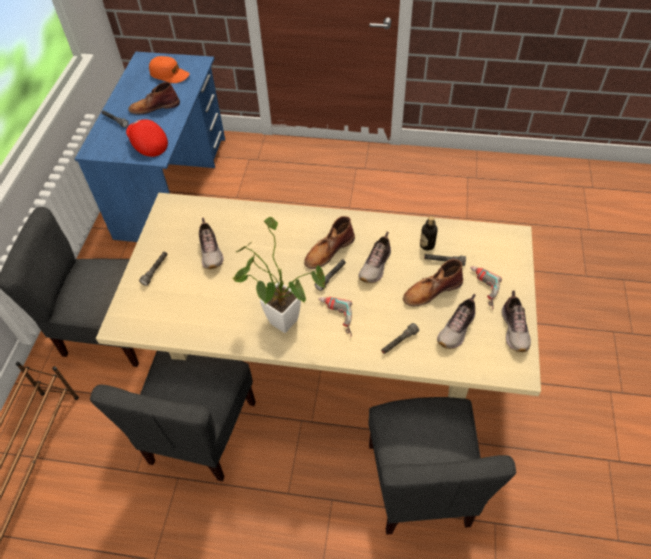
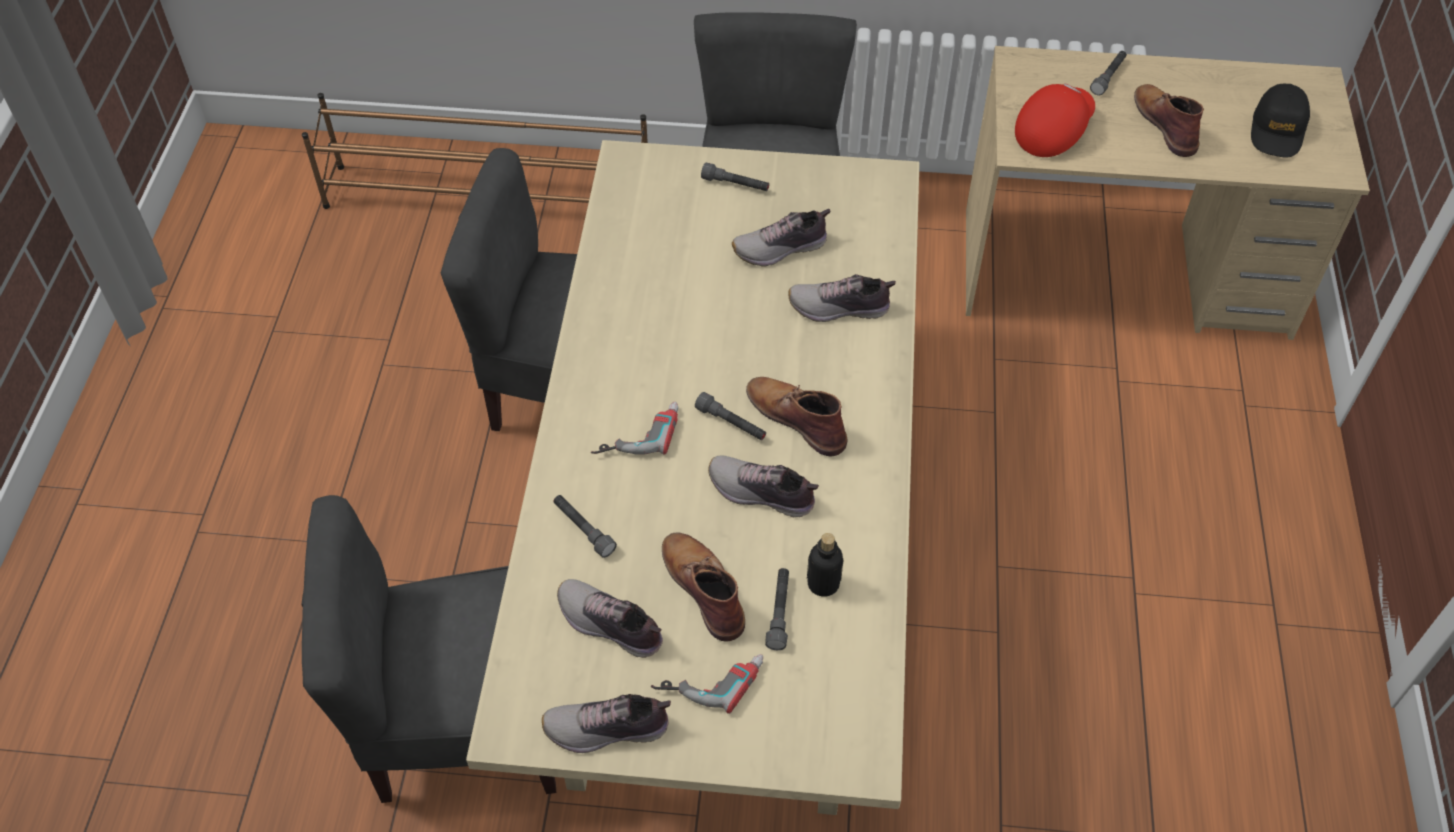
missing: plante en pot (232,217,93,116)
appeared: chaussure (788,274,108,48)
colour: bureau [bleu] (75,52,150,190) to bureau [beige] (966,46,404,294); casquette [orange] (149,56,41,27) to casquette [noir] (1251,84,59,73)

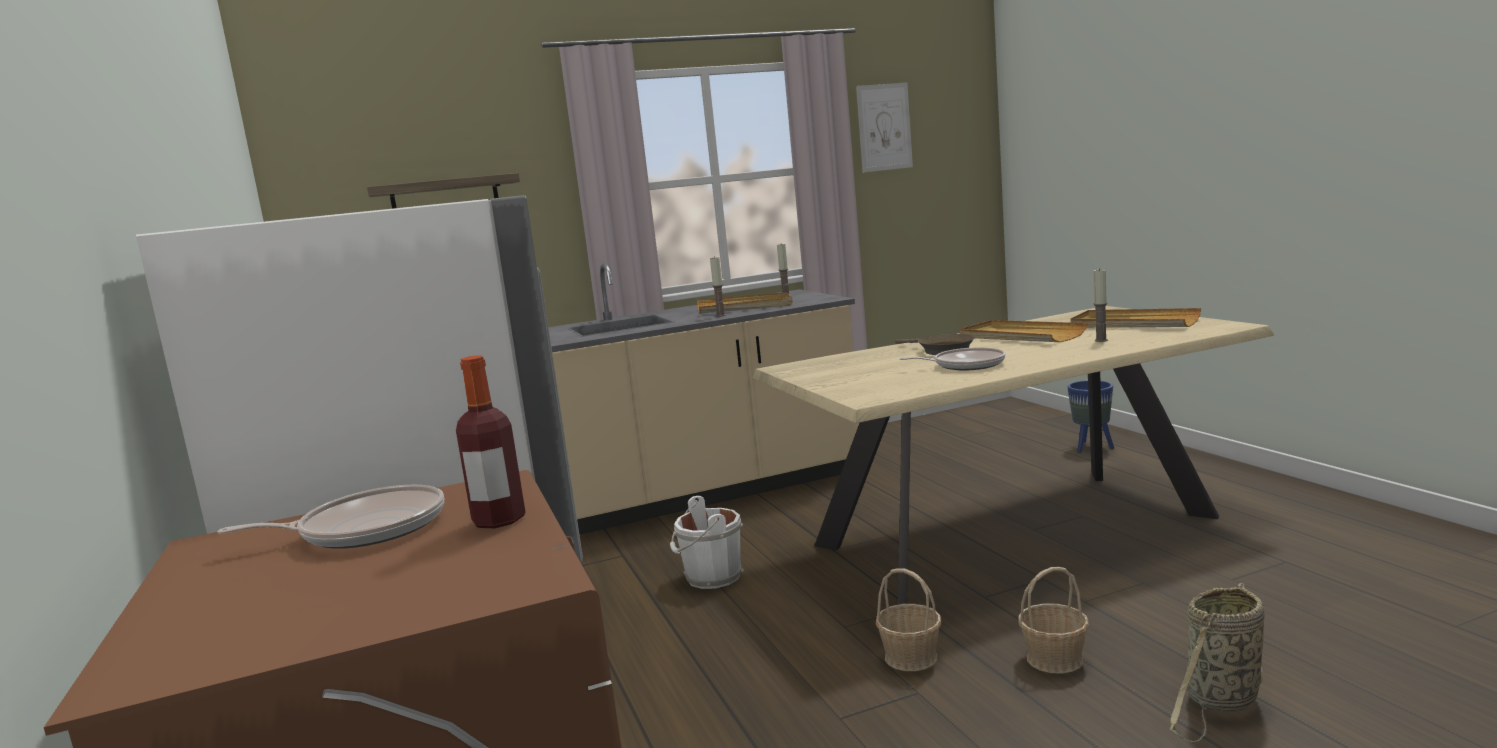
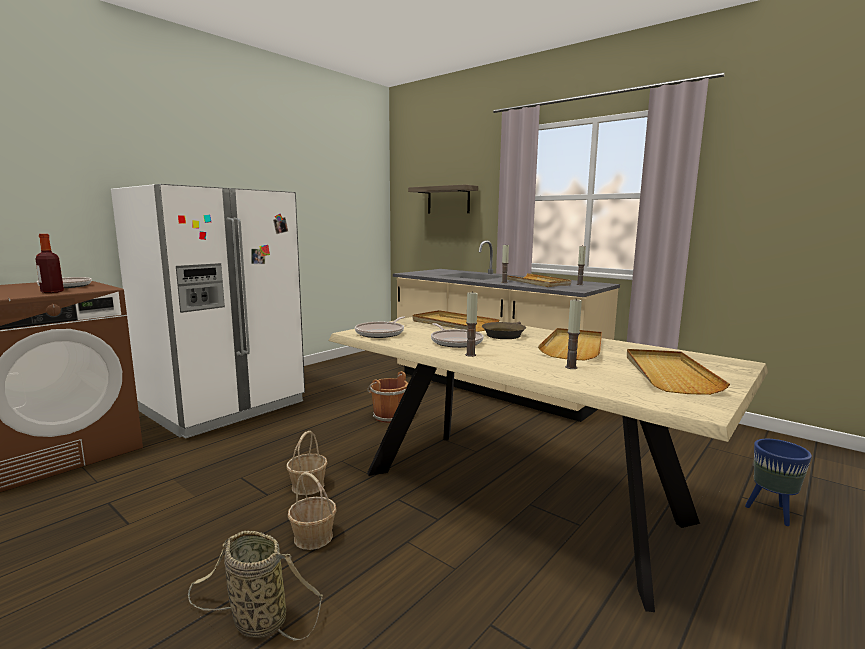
missing: tableau (856,83,57,89)
appeared: poêle (355,316,50,22); plateau [beige] (413,310,87,22); bougie (465,291,13,66)
colour: seau [blanc] (670,496,74,93) to seau [marron] (367,371,41,52)

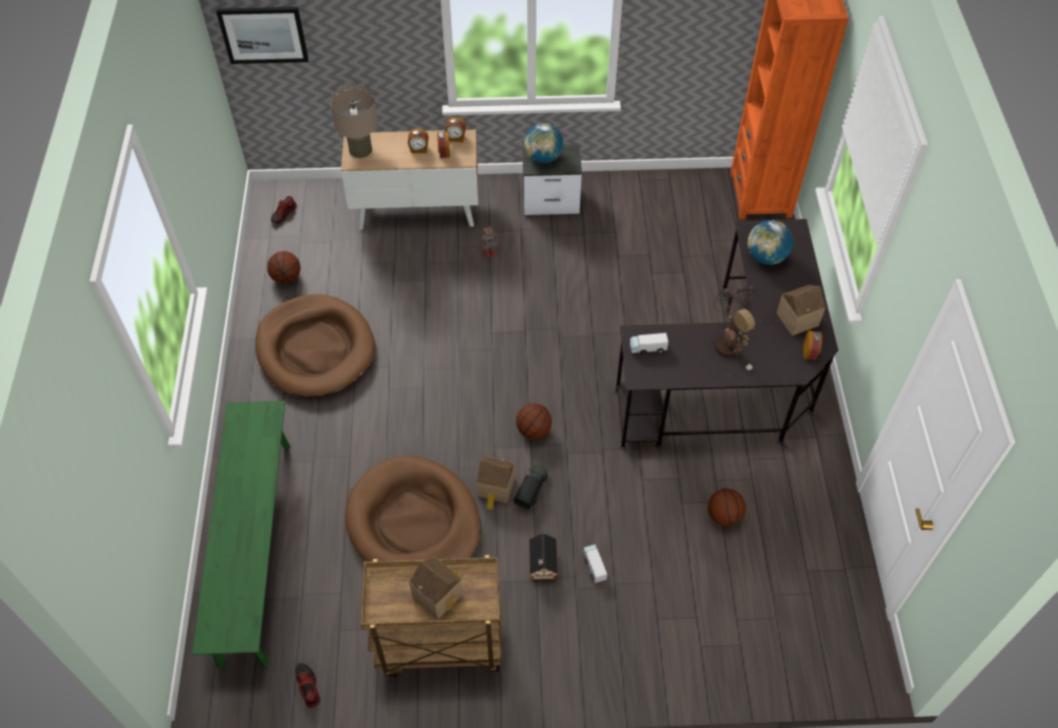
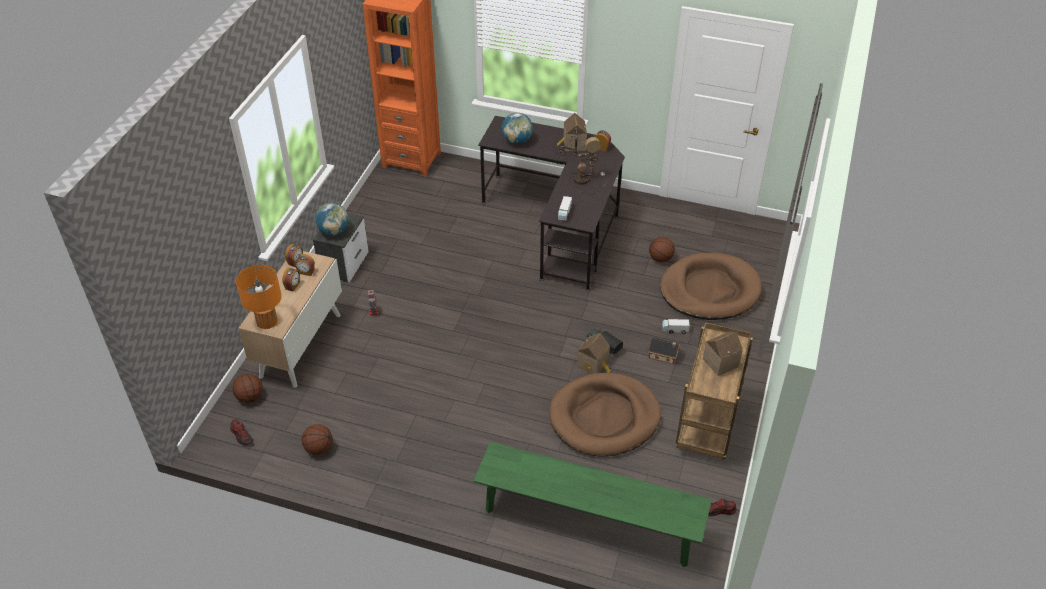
missing: tableau (216,7,93,57)
relocated: ballon de basket (516,403,36,36) to (232,373,31,30); panier pour chien [marron] (255,294,120,103) to (660,253,102,67)
colour: lampe de table [beige] (330,85,48,73) to lampe de table [orange] (236,265,46,64)

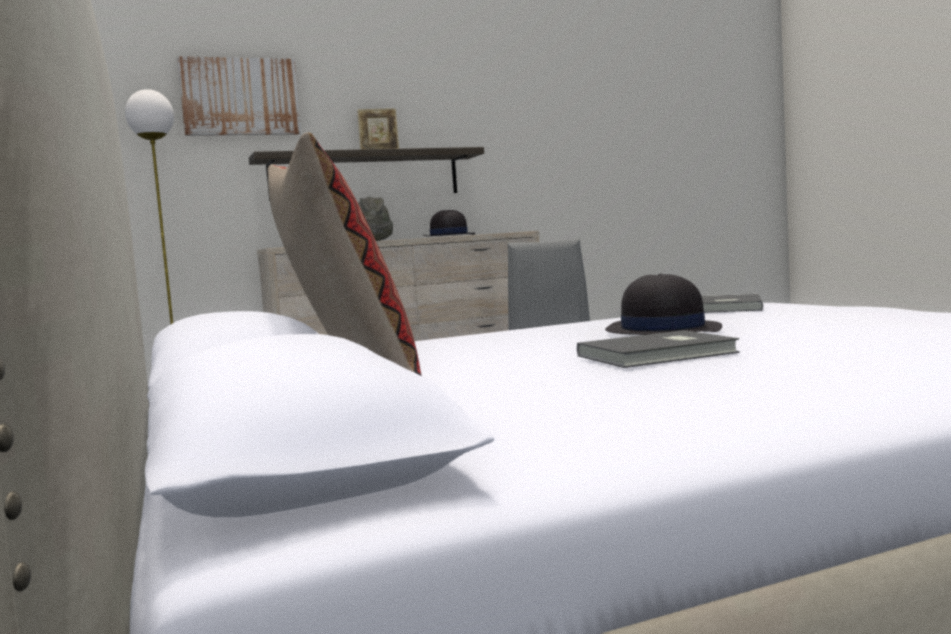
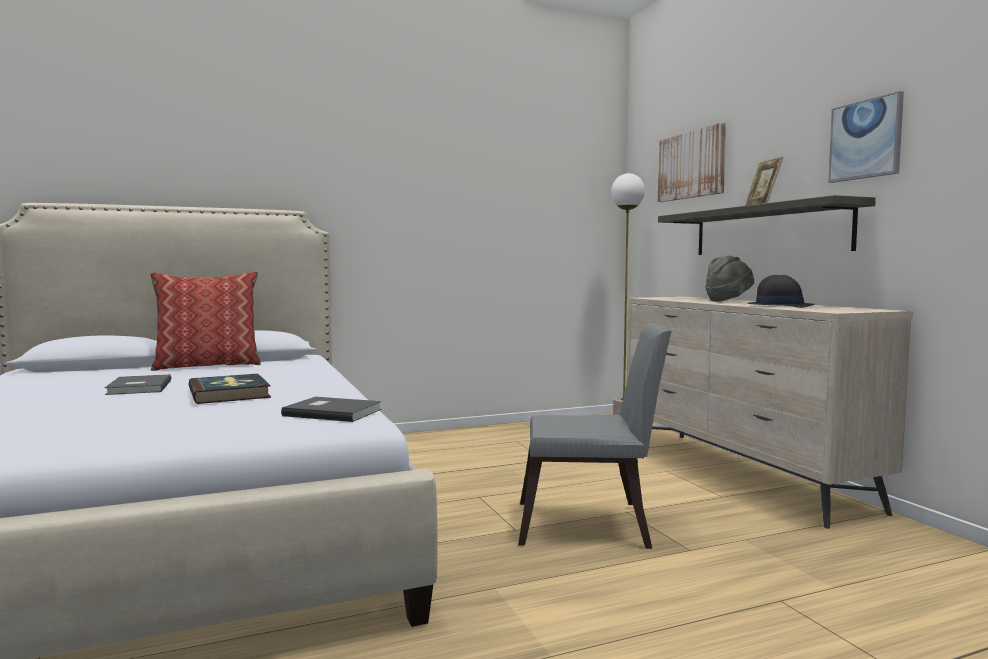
appeared: tableau (828,91,76,92)
exchanged: chapeau [noir] (605,274,117,61) to livre (188,374,83,30)

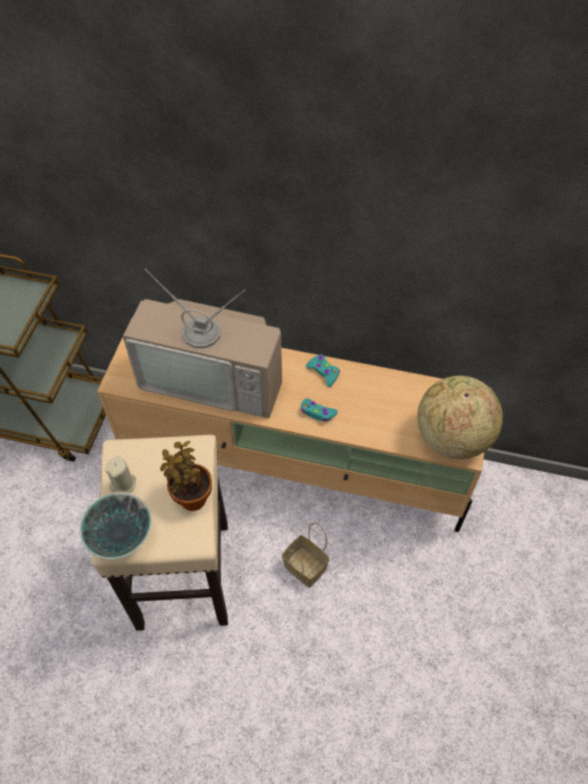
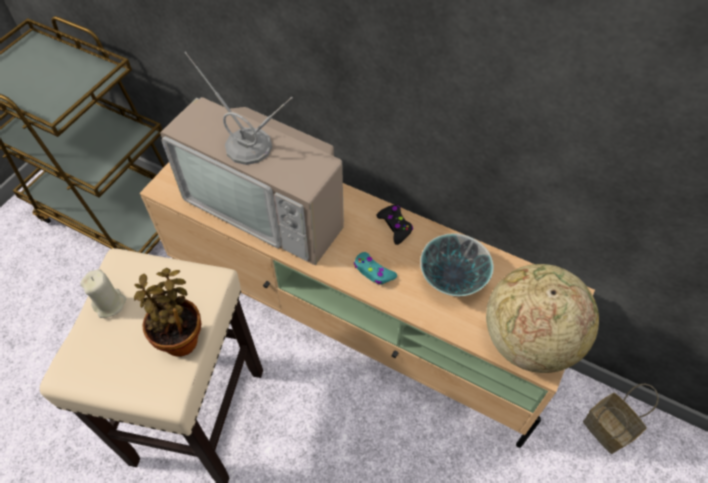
relocated: bol (80,492,72,67) to (420,233,74,63); panier (282,522,47,66) to (583,384,76,70)
colour: manette [turquoise] (306,354,34,33) to manette [noir] (376,205,37,40)

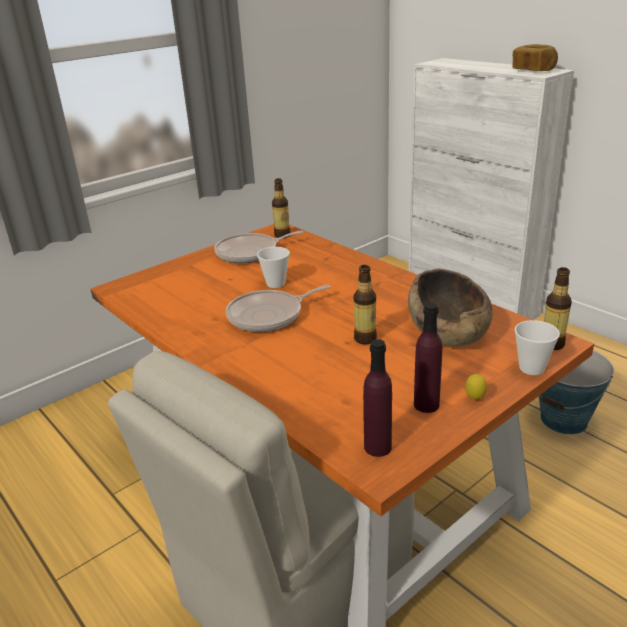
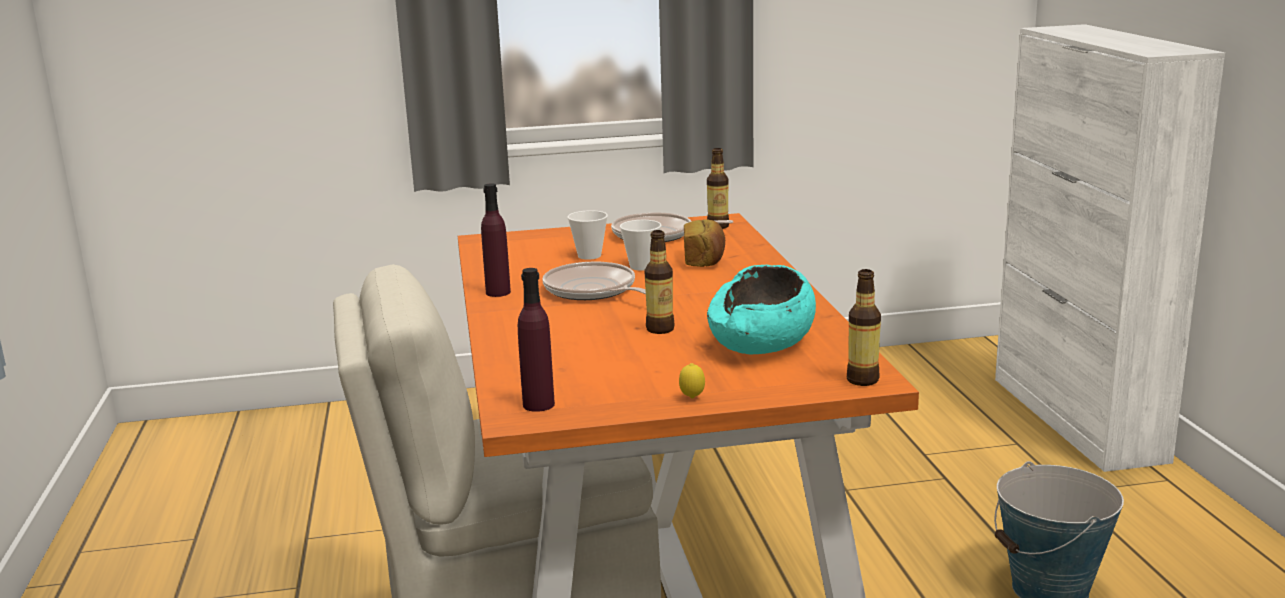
relocated: bouteille [violet] (414,303,28,110) to (481,183,30,114); tasse (515,320,45,55) to (567,210,41,50); pain (512,44,46,27) to (684,219,41,48)
colour: bol [marron] (408,269,85,77) to bol [turquoise] (707,265,109,89)
spun: poêle (226,285,104,47) = (542,262,104,38) 45 degrees clockwise

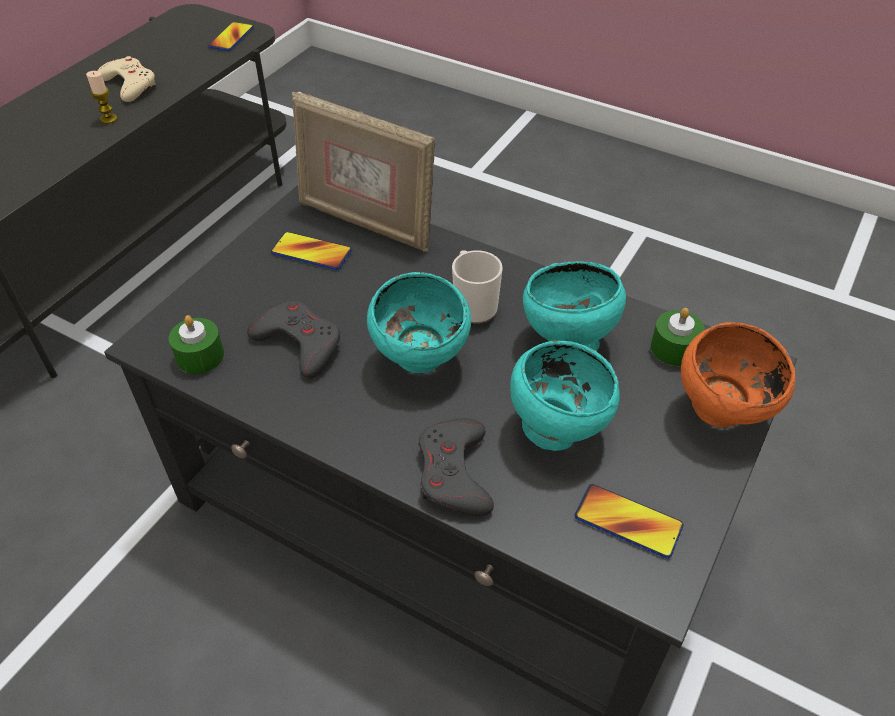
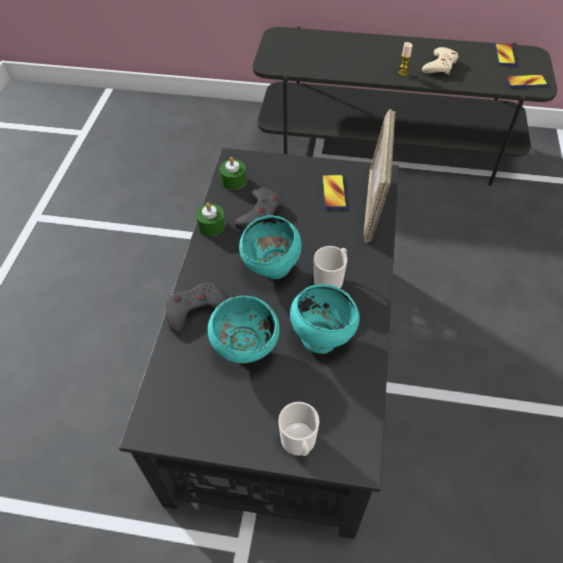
relocated: bougie [vert] (651,308,54,58) to (196,202,29,35); téléphone (575,484,109,75) to (495,43,21,22)
exchanged: bol [orange] (681,322,114,106) to mug (278,402,41,54)

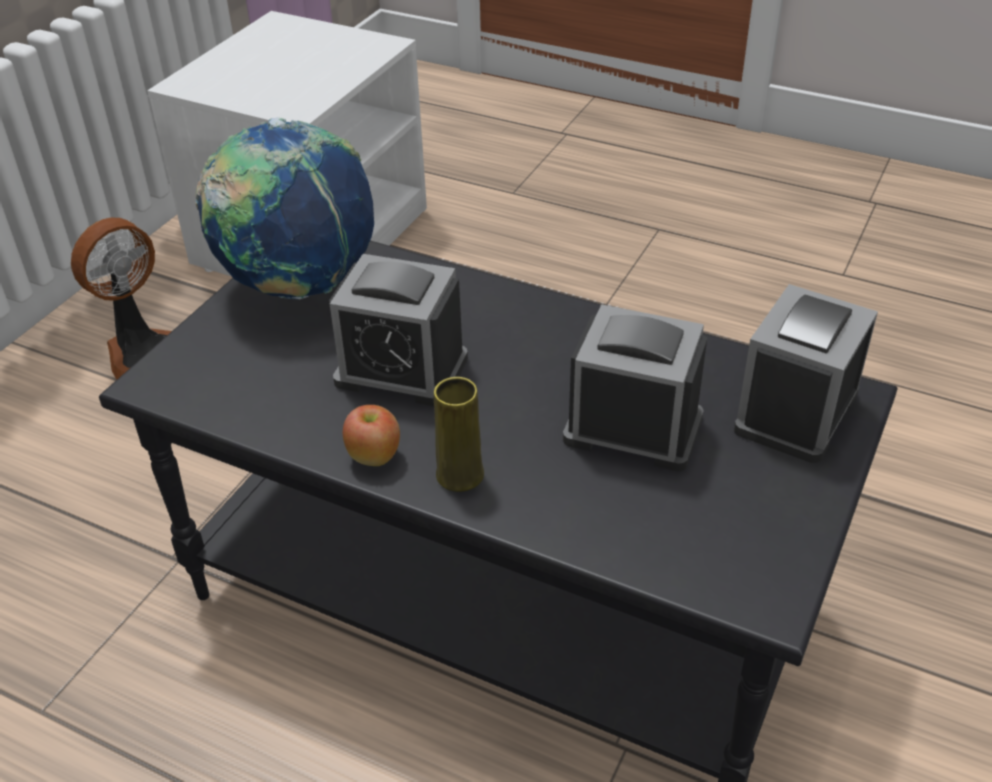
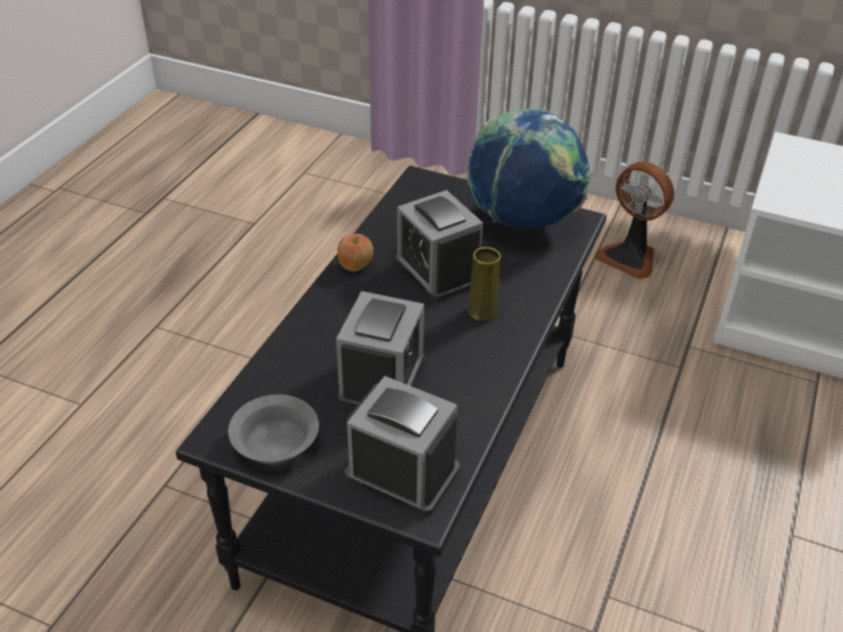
appeared: bol [gris] (228,394,91,71)
relocated: vase [jaune] (434,377,50,115) to (467,247,34,74)
spun: réveil (329,254,139,152) = (396,190,87,112) 45 degrees counterclockwise

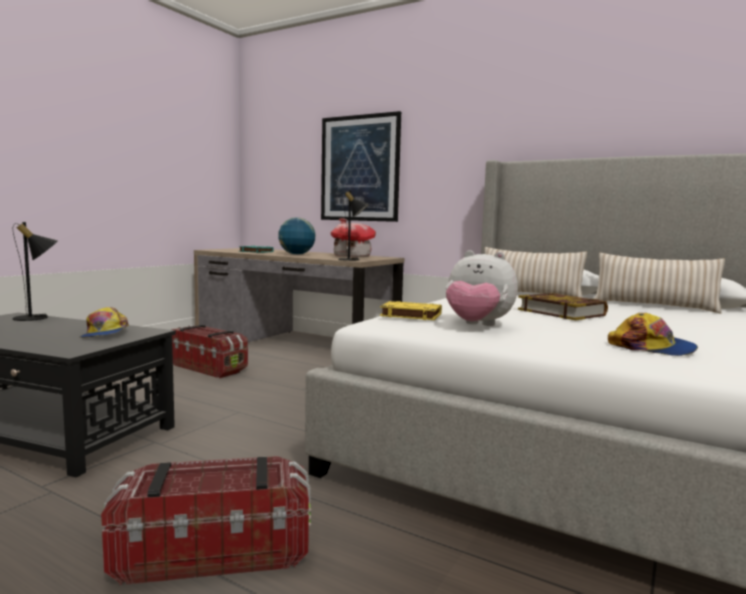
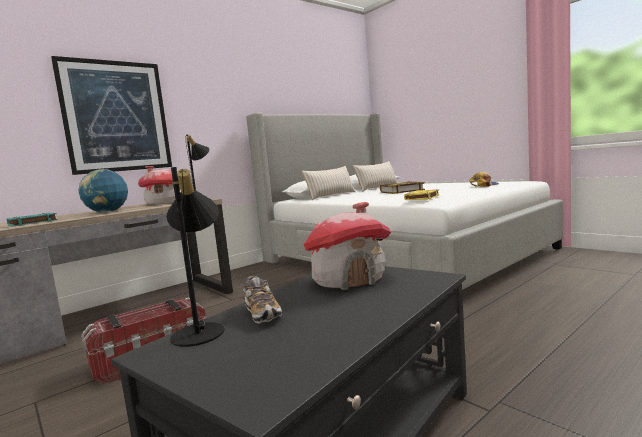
missing: boîte de rangement (101,456,210,129); peluche (446,250,72,76)
appeared: chaussure (243,276,39,48)
exchanged: casquette (79,307,50,31) to maison miniature (304,202,87,88)

